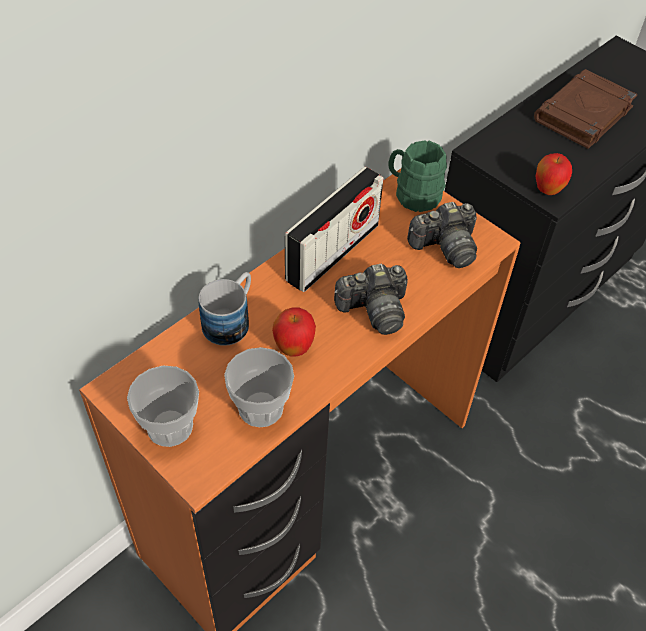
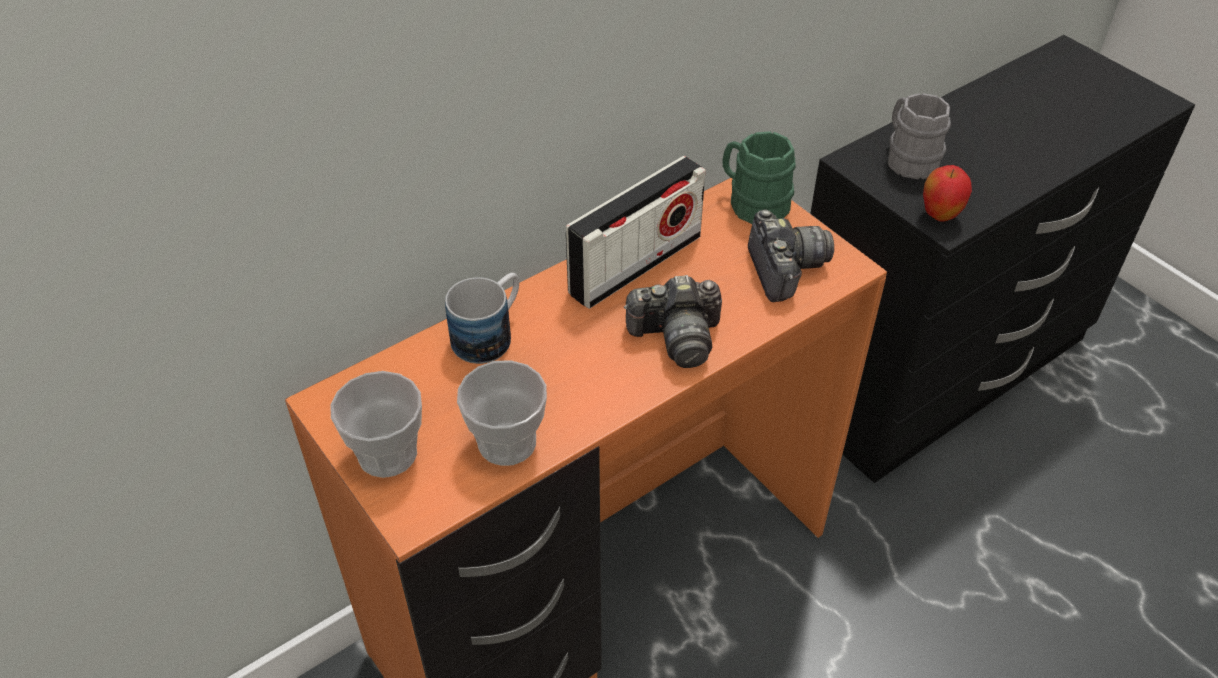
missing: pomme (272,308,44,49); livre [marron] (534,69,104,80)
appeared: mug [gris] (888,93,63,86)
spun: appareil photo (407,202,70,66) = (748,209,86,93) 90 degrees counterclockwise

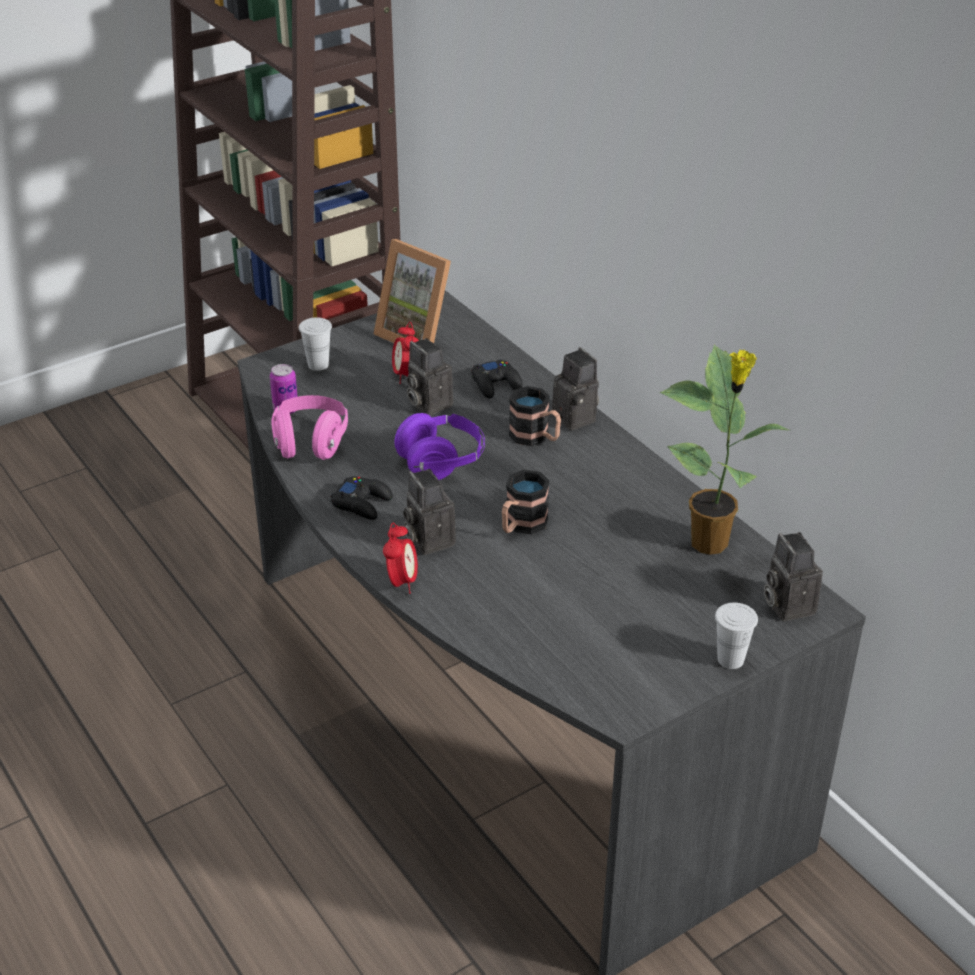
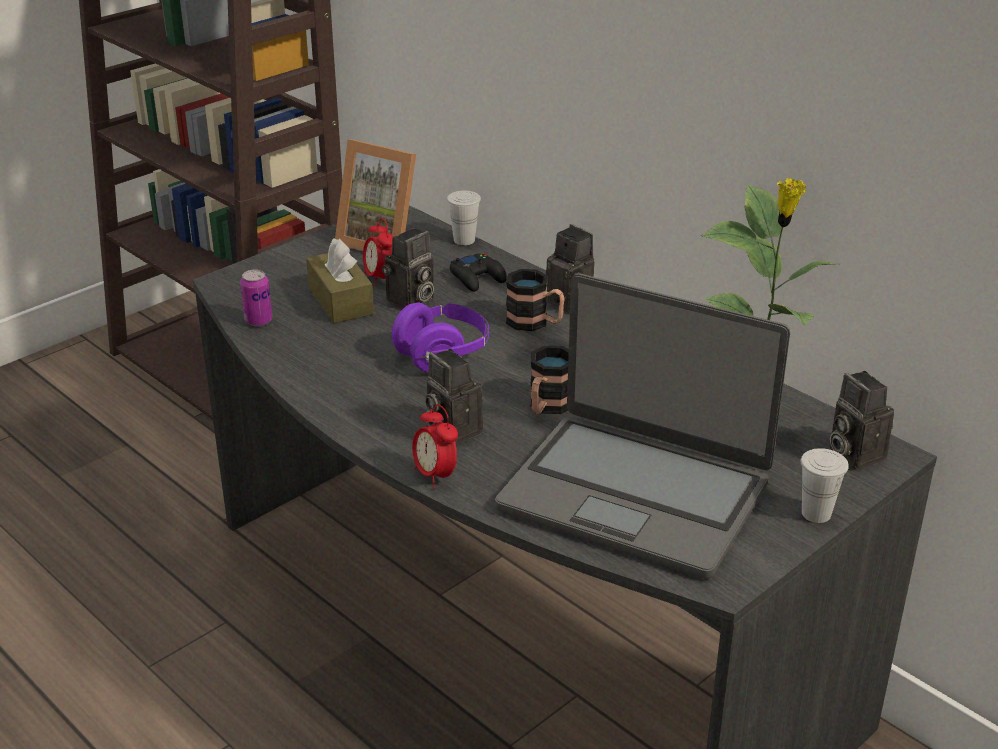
missing: casque audio [rose] (271,395,77,65); manette [noir] (331,476,62,44)
appeared: boîte à mouchoirs [marron] (306,238,68,85); ordinateur portable (495,274,295,305)
relocated: tasse [blanc] (299,317,33,54) to (447,191,34,54)
spun: appareil photo (407,338,46,78) = (382,228,52,81) 90 degrees counterclockwise; réveil (383,523,35,71) = (412,404,46,85) 150 degrees clockwise

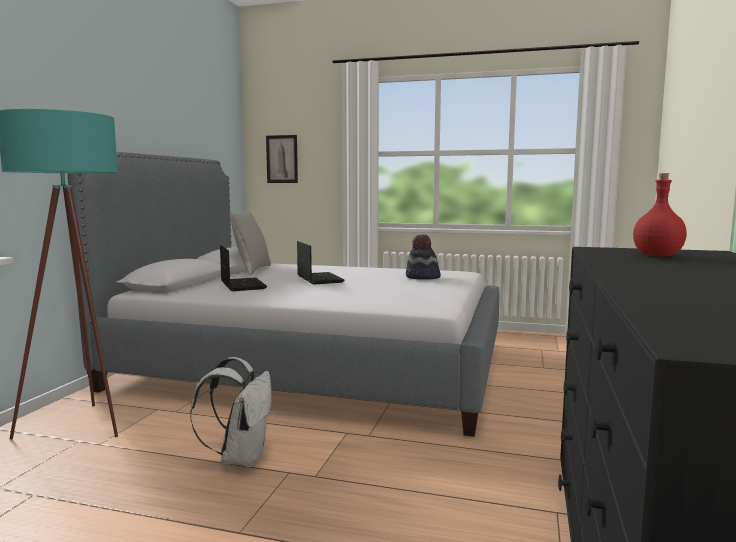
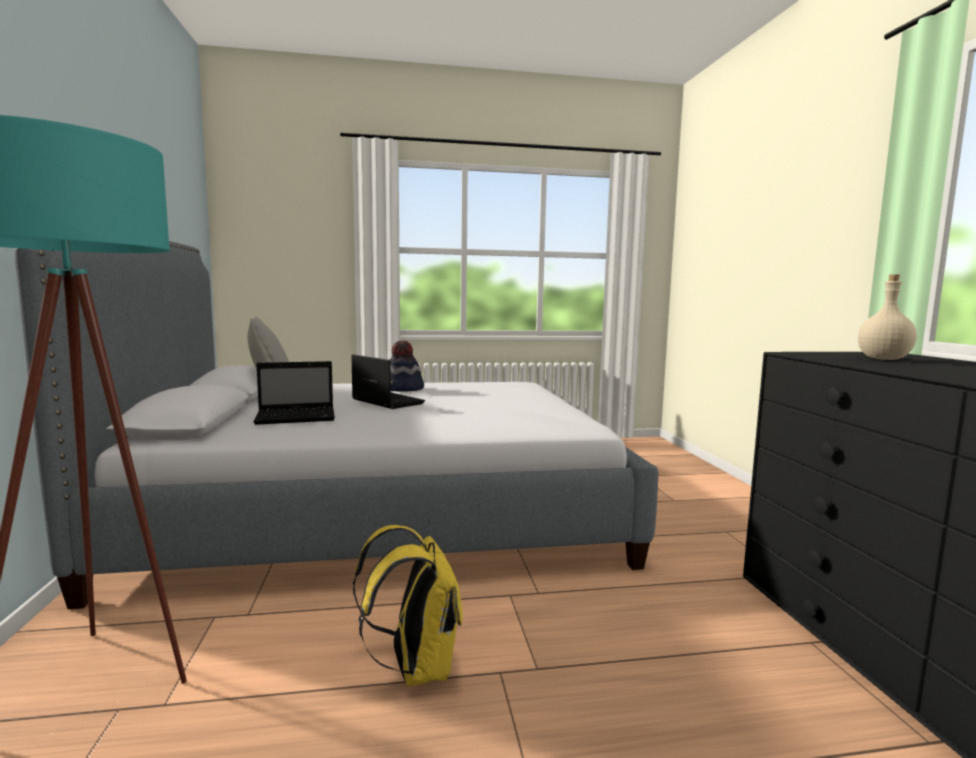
missing: tableau (266,135,32,48)
relocated: chapeau (406,235,35,45) to (390,341,34,51)
colour: sac à dos [blanc] (190,357,81,110) to sac à dos [jaune] (353,525,110,161); bouteille [rouge] (633,173,54,84) to bouteille [beige] (858,275,59,85)
spun: ordinateur portable (220,245,47,46) = (254,361,81,64) 120 degrees clockwise

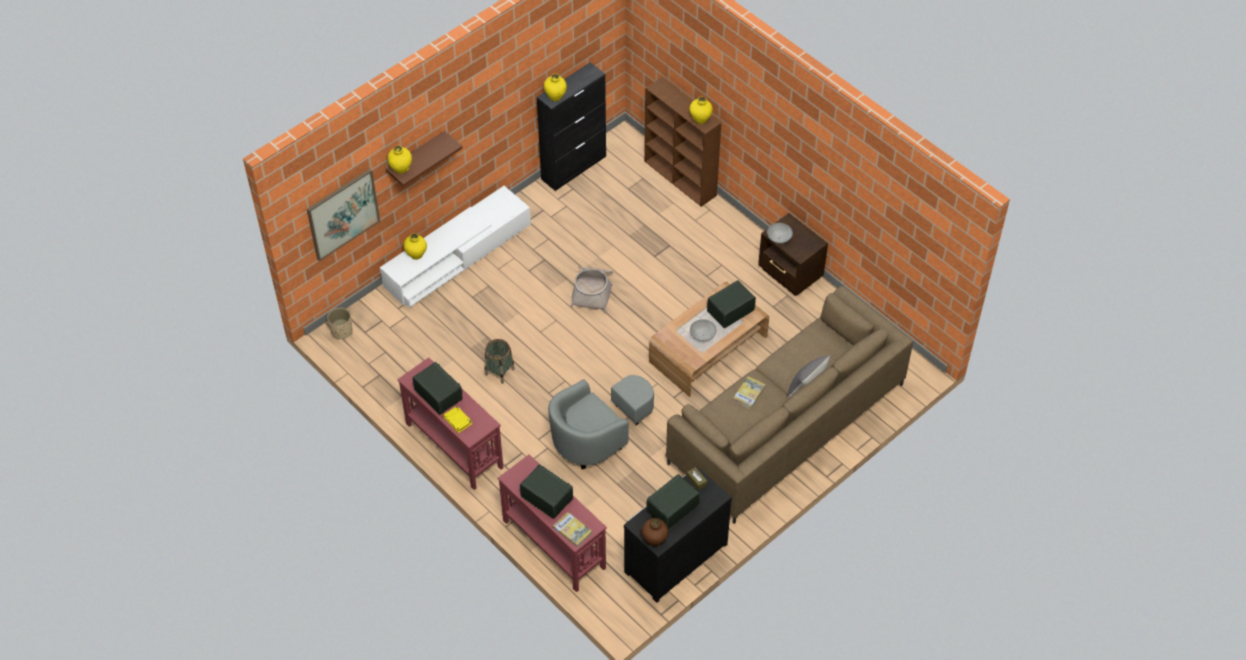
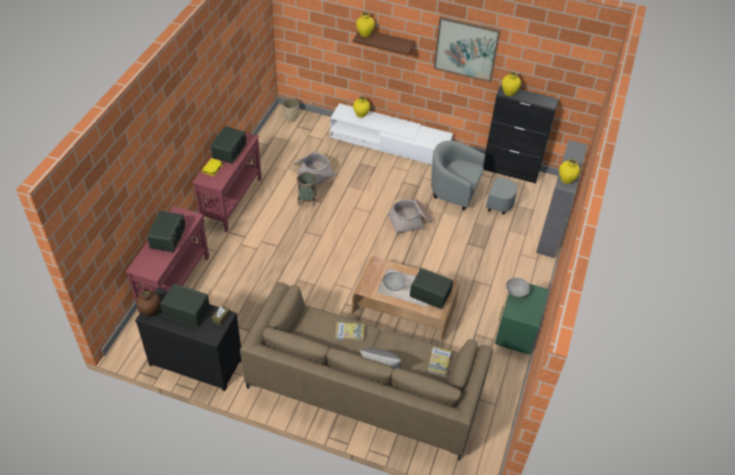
appeared: panier (294,151,42,34)
relocated: livre (553,512,39,35) to (427,346,24,30); fauteuil [gris] (548,375,106,94) to (431,141,86,74); tableau (307,169,73,92) to (434,16,67,66)
colour: table de chevet [marron] (758,213,70,83) to table de chevet [vert] (495,284,54,71); bibliothèque [marron] (644,77,77,130) to bibliothèque [gris] (536,140,52,118)

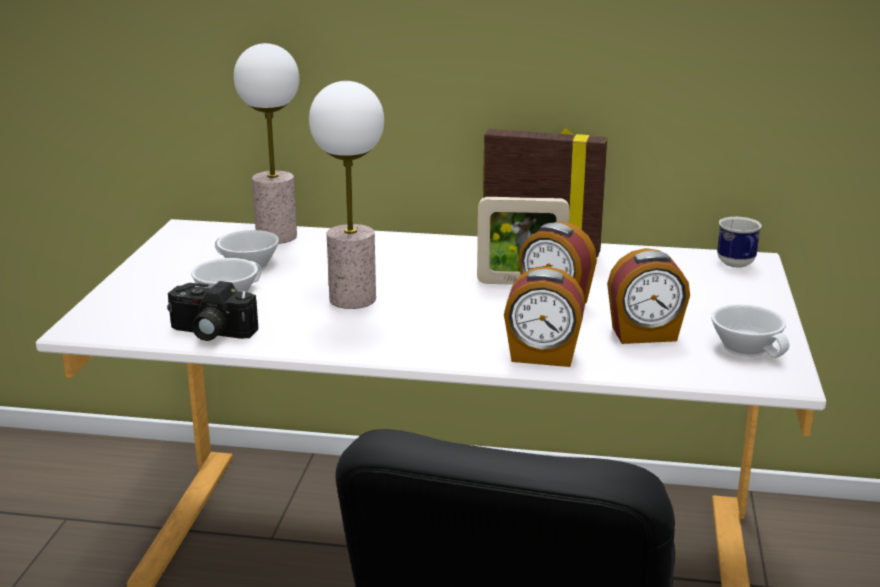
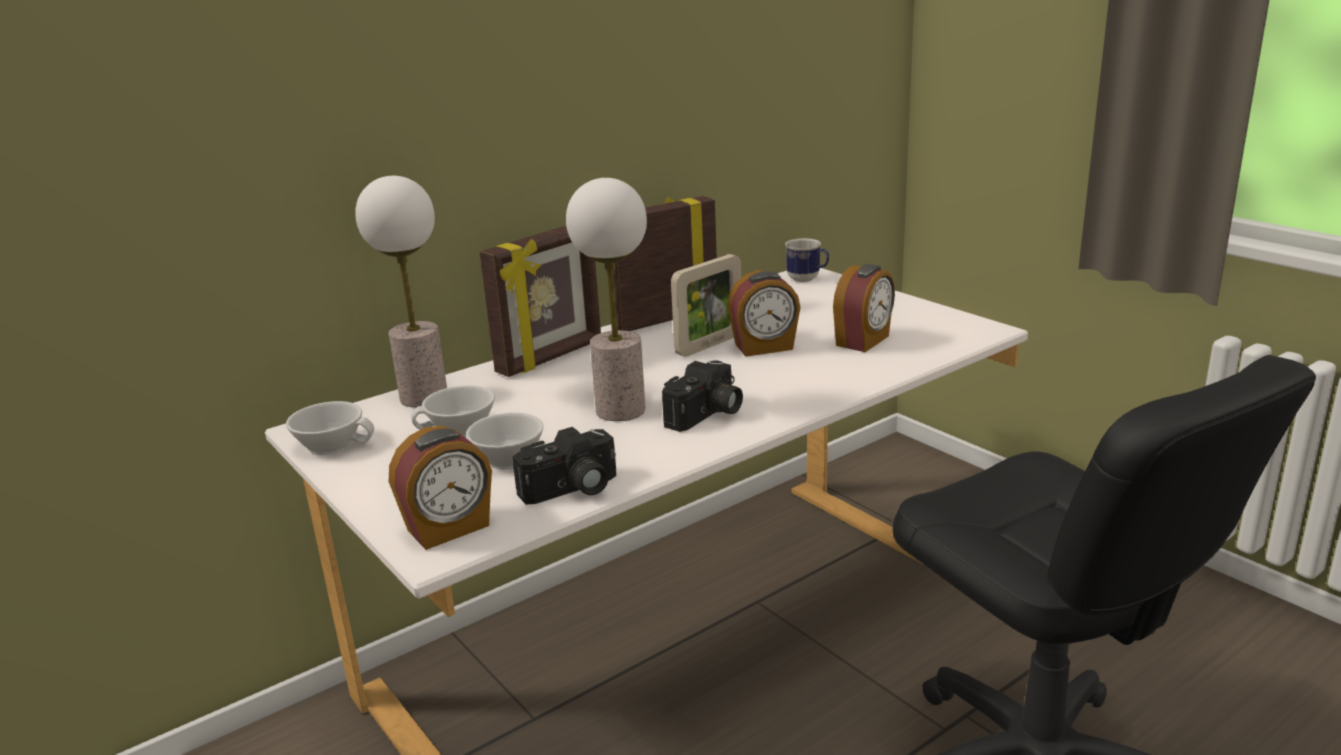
appeared: cadre photo (480,226,121,151); appareil photo (662,361,81,71)
relocated: tasse [blanc] (711,304,78,54) to (286,401,88,54); réveil (504,266,81,101) to (389,426,103,124)

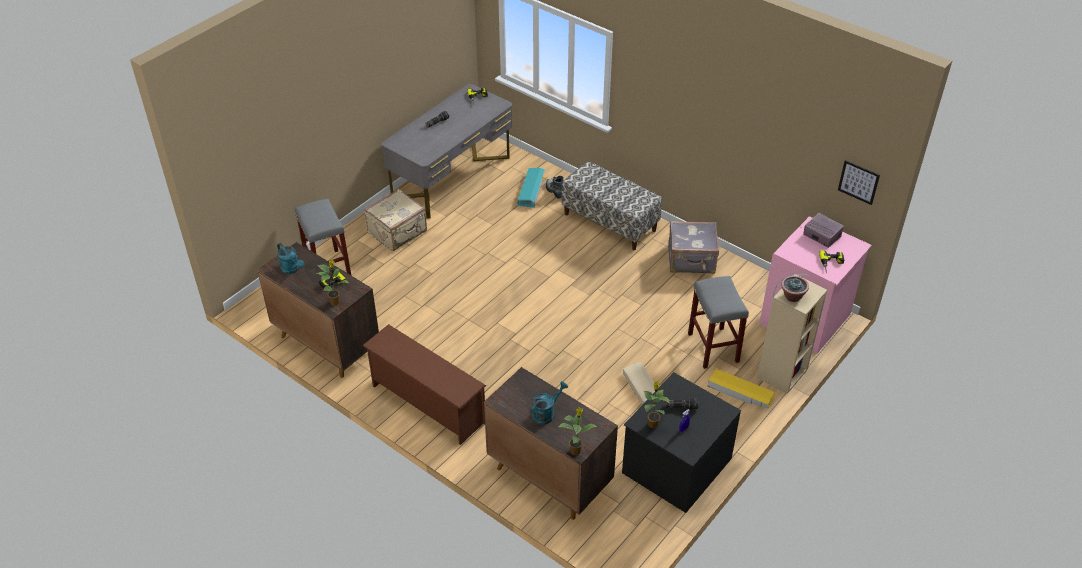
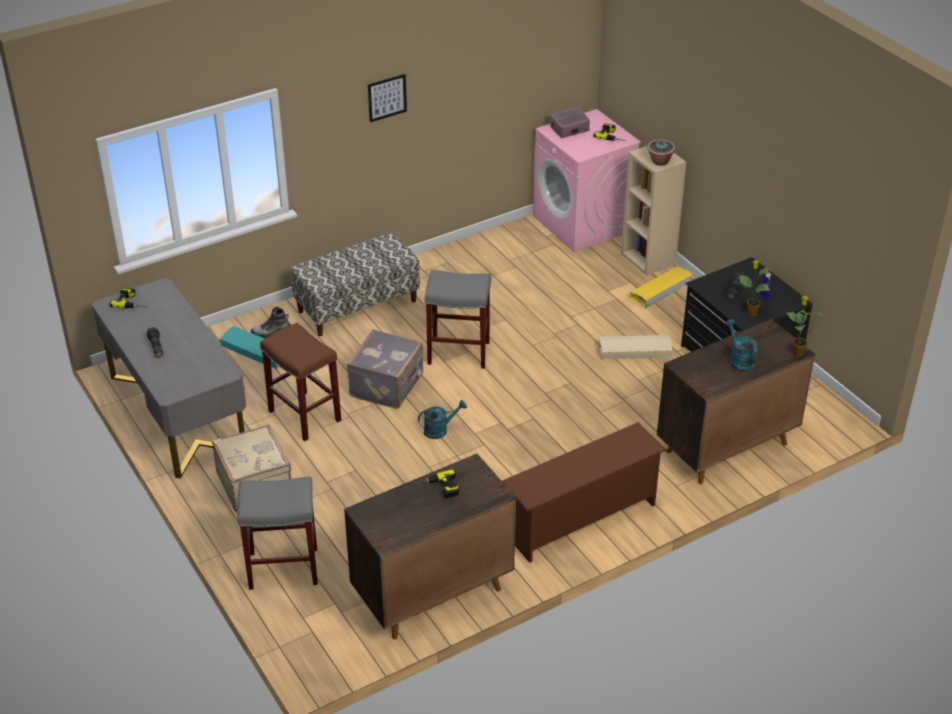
missing: plante en pot (317,260,32,46)
appeared: tabouret [marron] (260,323,81,118)
relocated: valise [gris] (668,221,51,53) to (347,329,76,80); tableau (838,160,42,45) to (368,74,39,48); arrosoir [turquoise] (277,243,27,31) to (418,400,49,39); tabouret [gris] (688,276,61,93) to (425,270,66,99)

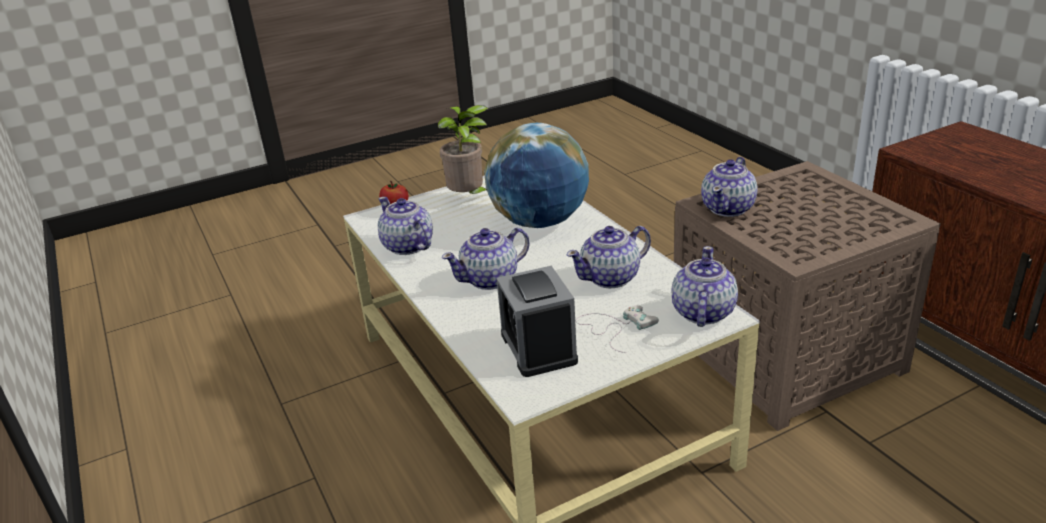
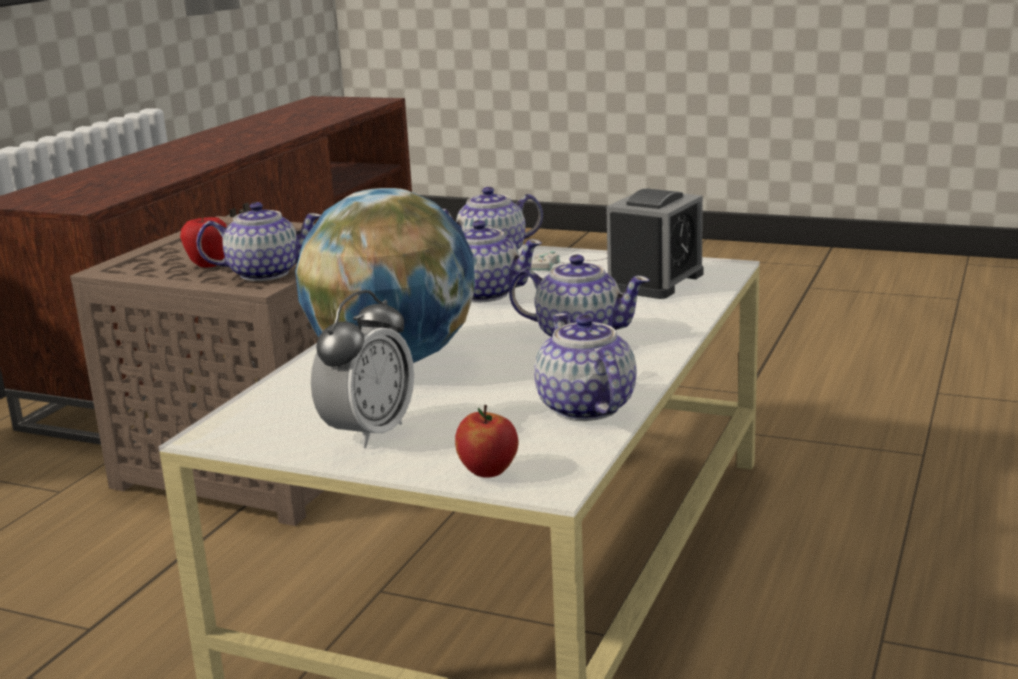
appeared: pomme (180,215,47,53)
exchanged: plante en pot (438,105,50,89) to réveil (311,290,103,158)
spun: théière (378,197,55,58) = (534,313,103,108) 150 degrees clockwise

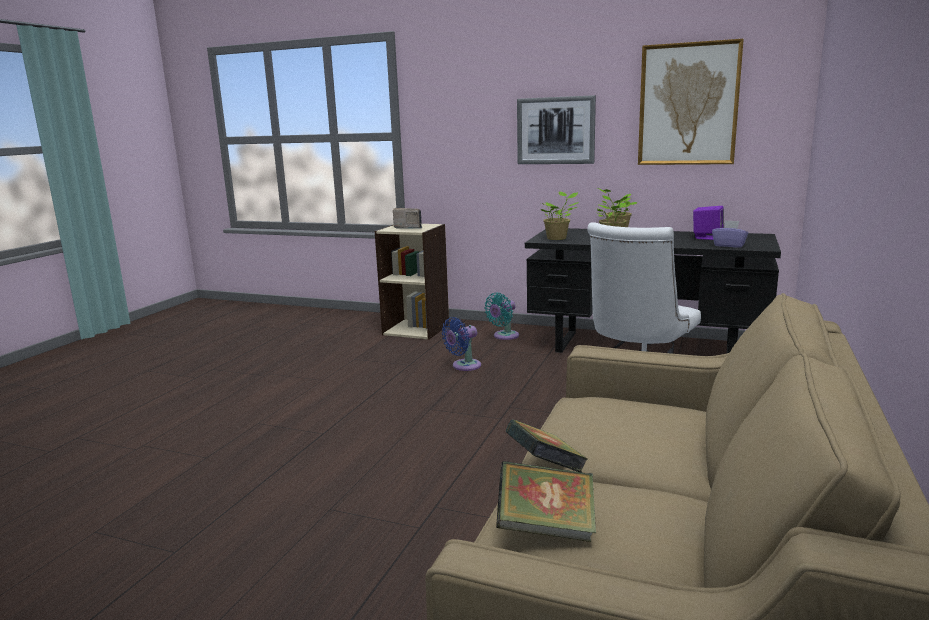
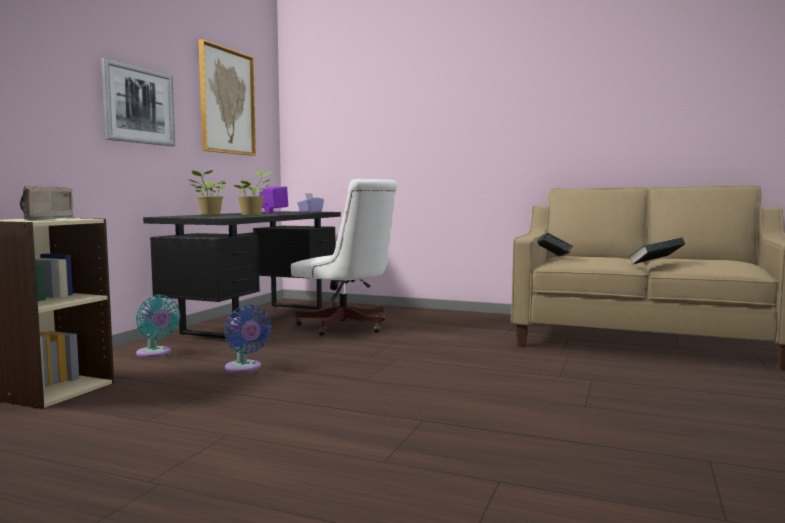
missing: plante en pot (541,191,38,49)
relocated: livre (496,461,100,81) to (538,233,36,23)

